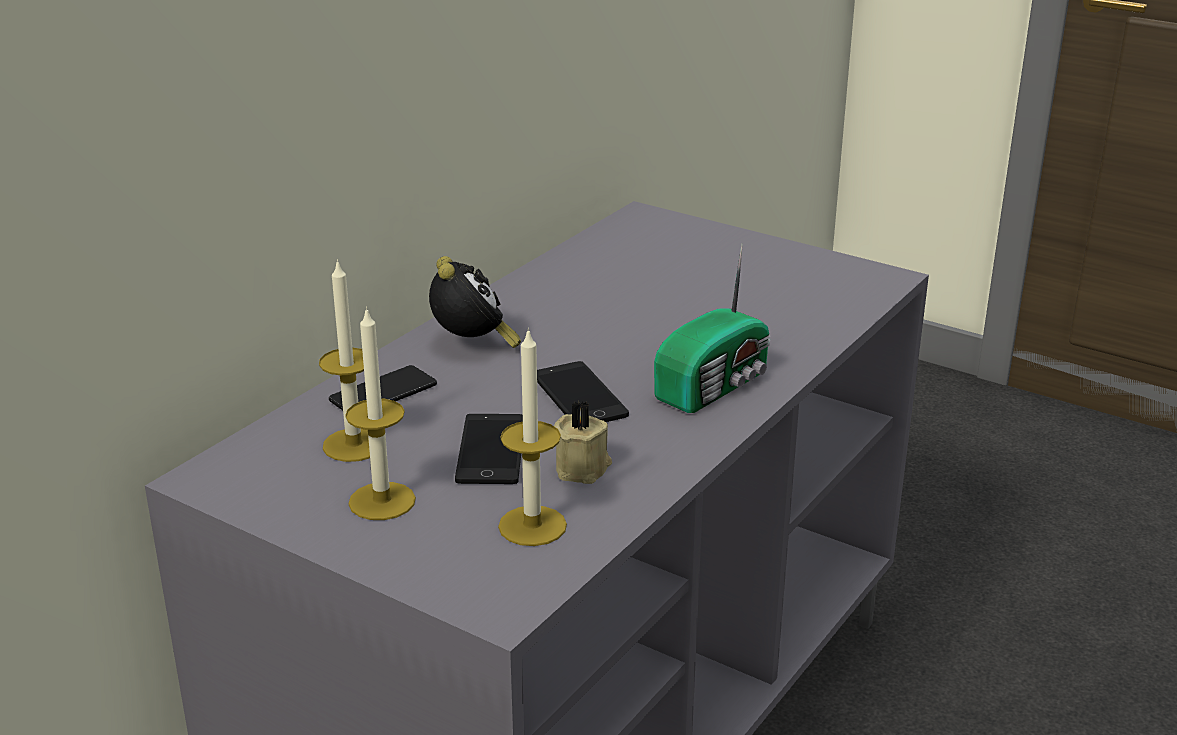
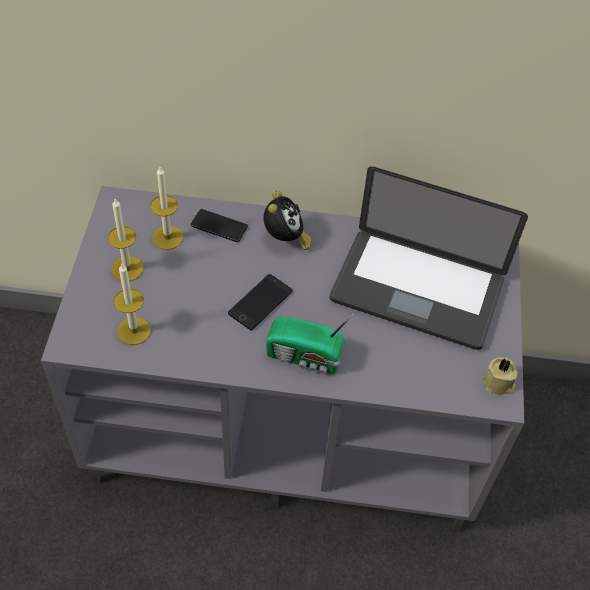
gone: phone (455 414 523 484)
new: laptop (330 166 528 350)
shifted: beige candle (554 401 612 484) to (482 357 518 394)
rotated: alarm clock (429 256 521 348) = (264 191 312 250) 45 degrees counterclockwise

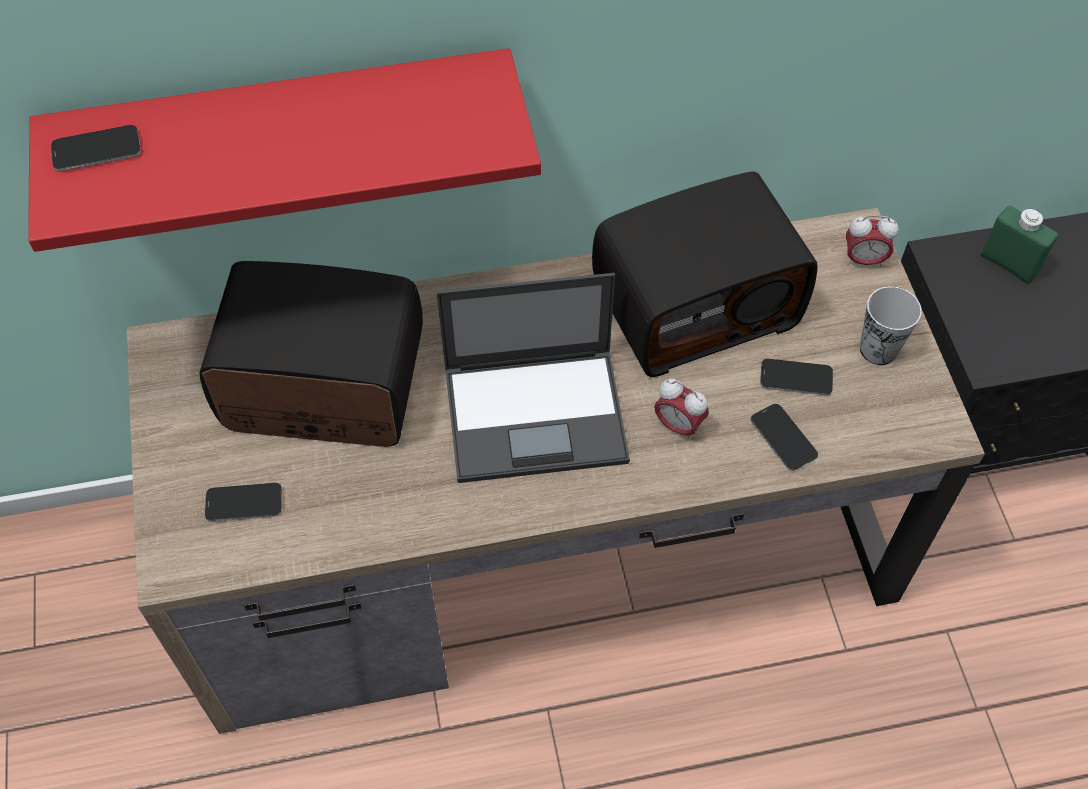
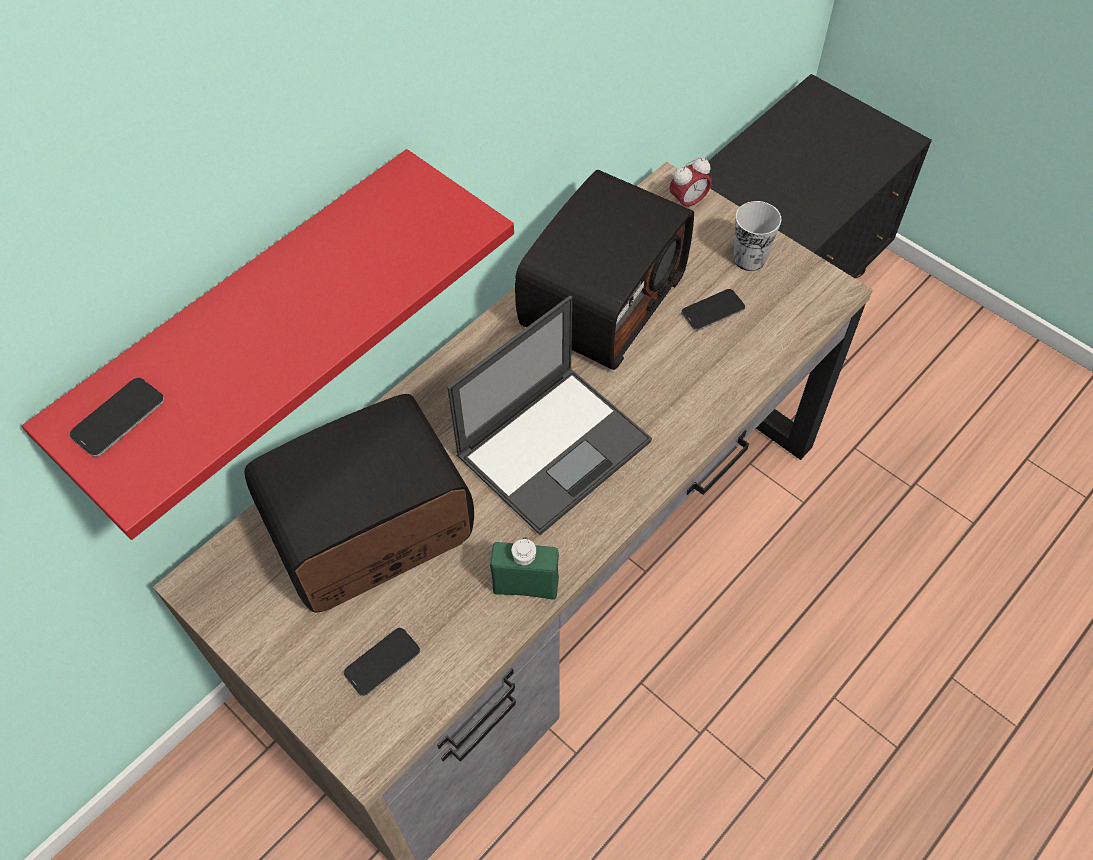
gone: alarm clock (654 378 709 441); phone (750 404 818 471)
shifted: green bottle (981 206 1058 284) to (490 537 559 600)

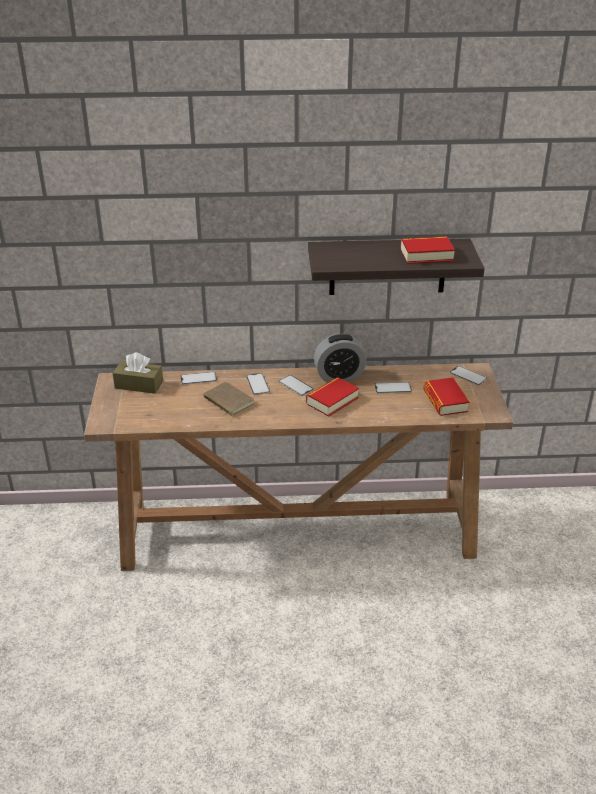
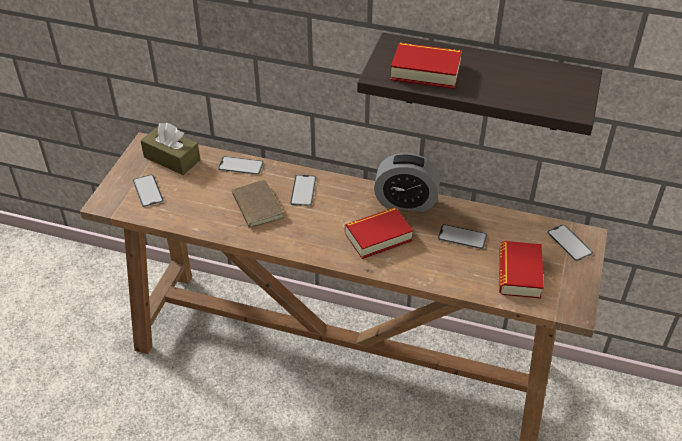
shifted: phone (278 375 314 396) to (133 174 164 207); book (401 236 455 264) to (390 42 462 89)

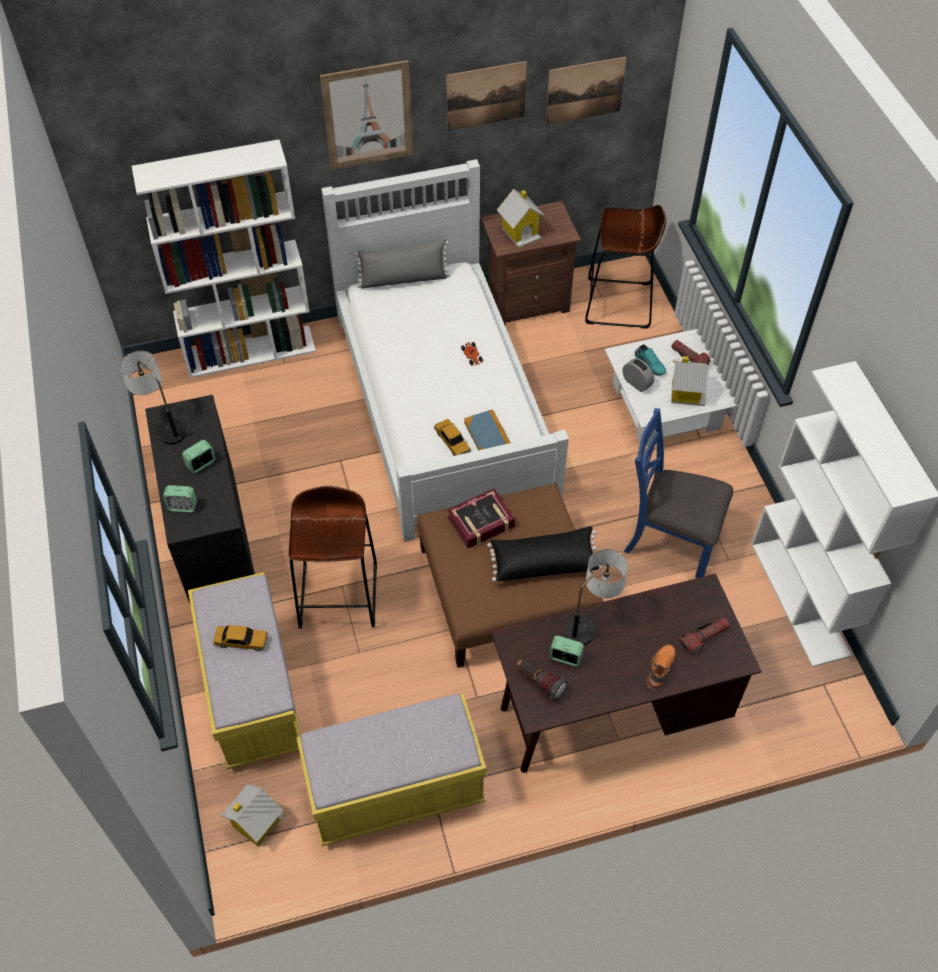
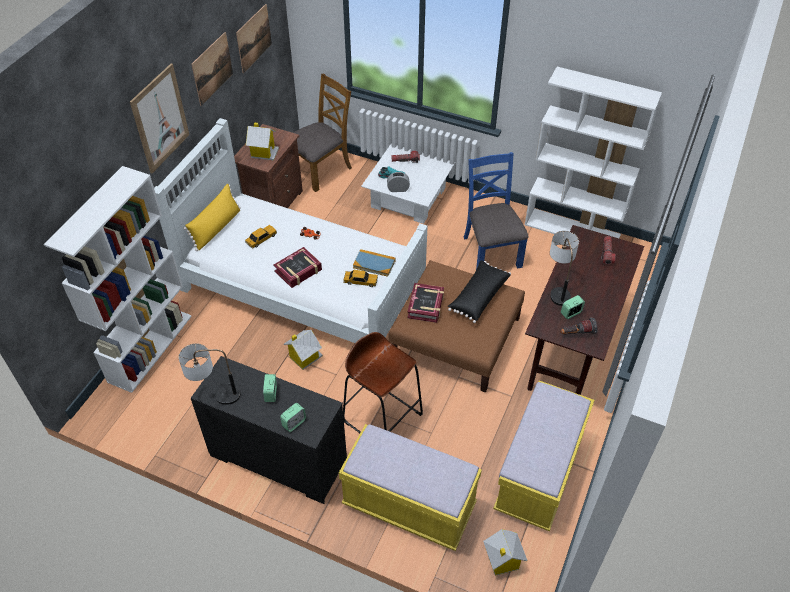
gone: orange shoe (647 644 676 690)
new: book (273 247 322 288)
shifted: toy car (213 625 268 651) to (245 225 277 249); toy house (671 356 709 406) to (284 330 323 370)
swapped: brown stool (585 205 666 329) to brown chair (293 73 352 192)
repainted: grey pillow (354 238 450 289) to yellow pillow (183 184 241 251)
rotated: blue chair (624 408 733 578) = (464 152 529 270) 105 degrees clockwise

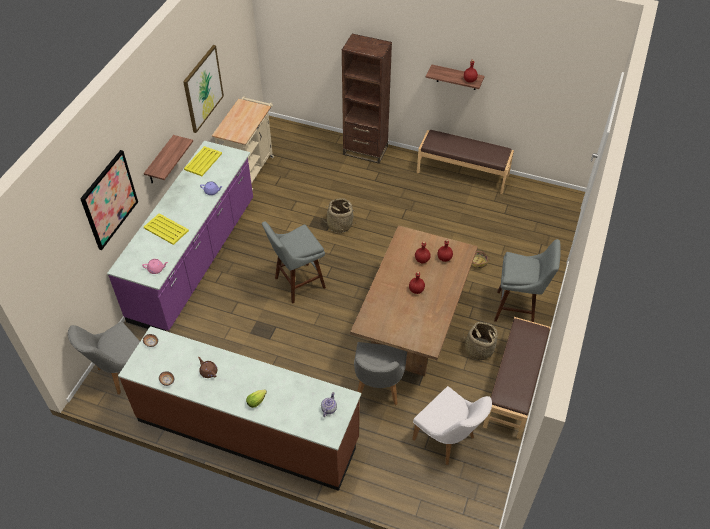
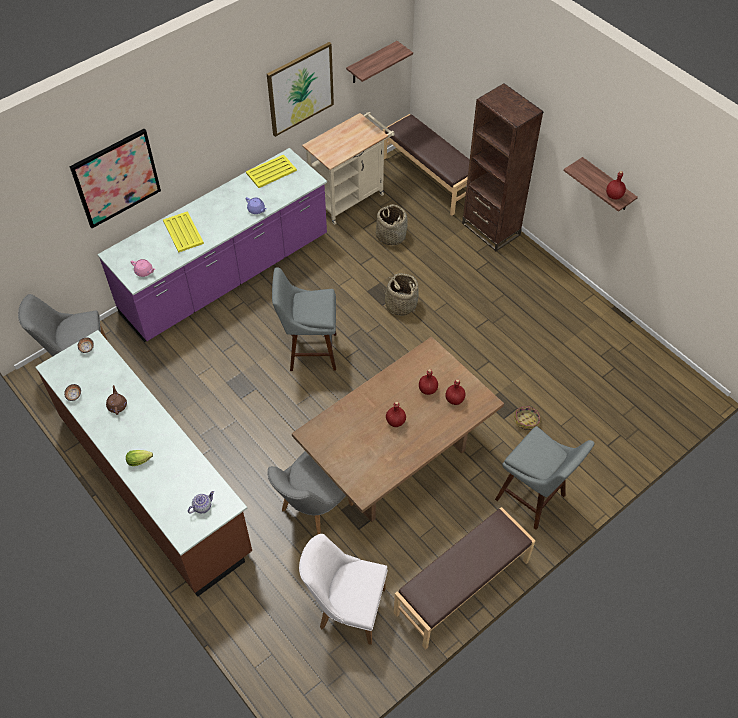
shifted: shelf (144 135 193 183) to (346 41 413 83); brown bench (417 130 514 194) to (383 114 470 216); basket (463 322 498 360) to (376 204 408 245)
rotated: white chair (412 386 492 465) = (299 534 388 645) 120 degrees clockwise

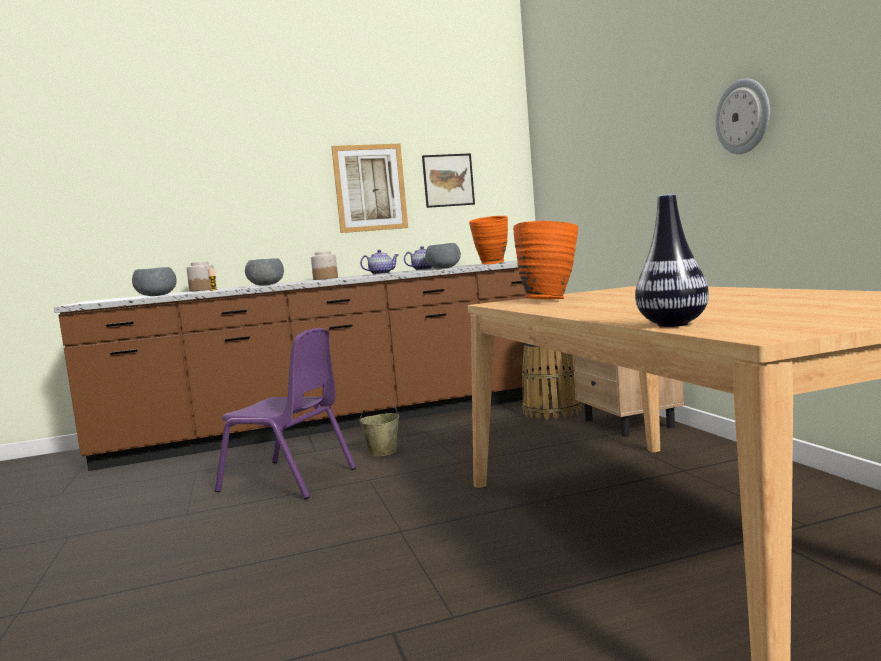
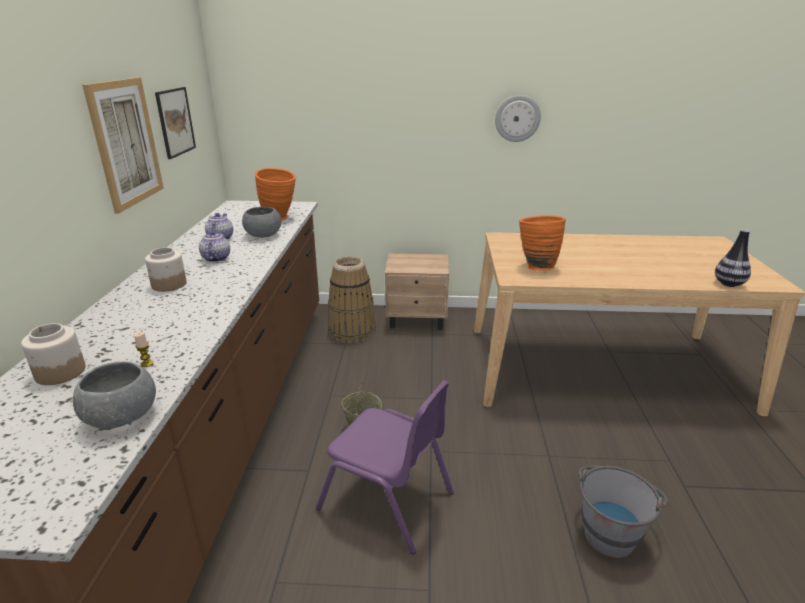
gone: grey bowl (245 258 284 286)
new: grey bucket (578 466 668 558)
rotated: purple chair (215 328 356 499) = (316 380 454 554) 75 degrees clockwise

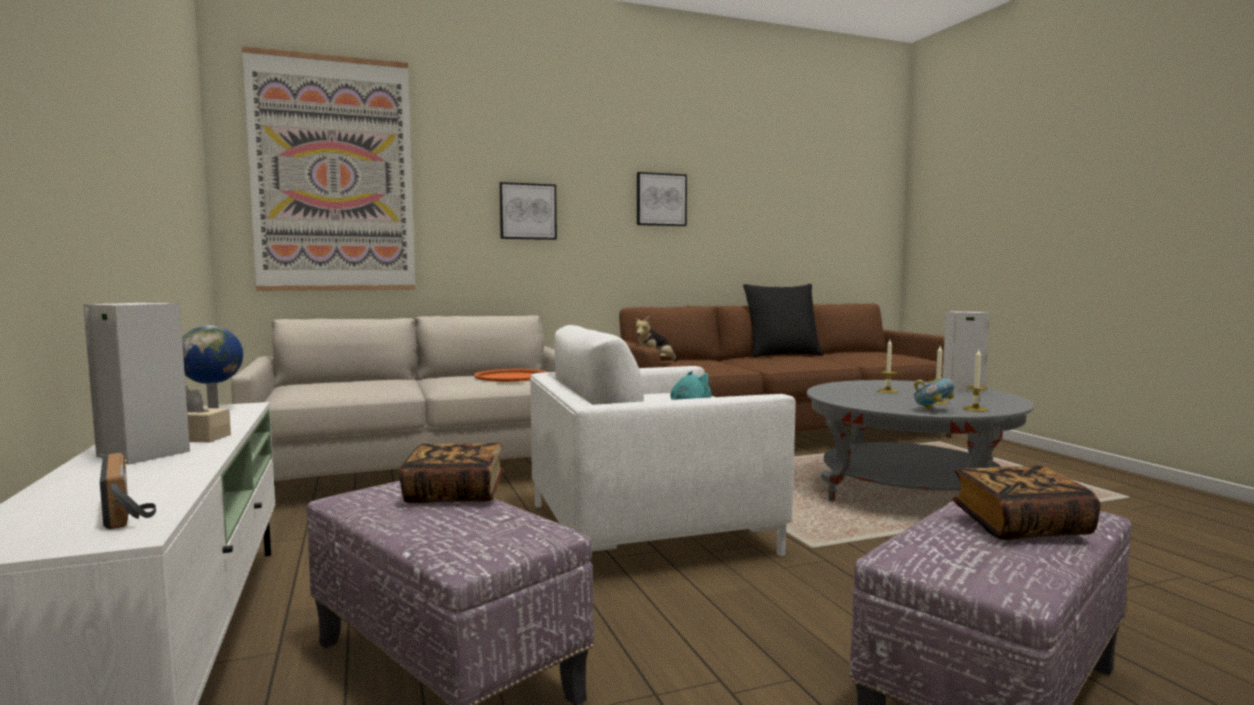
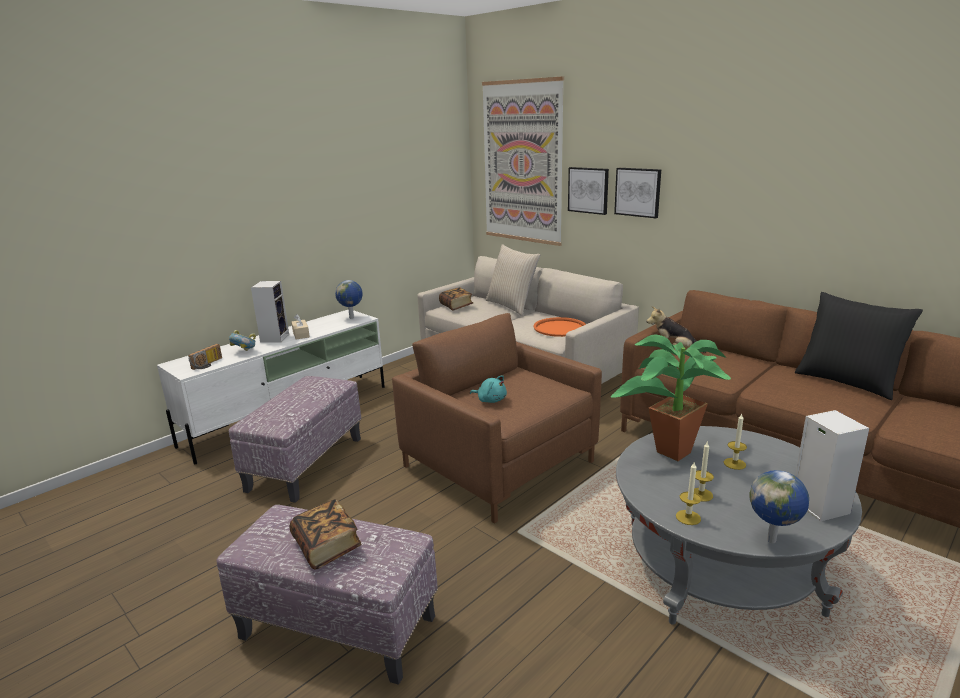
new: beige pillow (486 244 540 316); potted plant (611 334 731 461); globe (749 470 809 543)
shifted: book (400 443 504 503) to (439 288 473 311); picture (637 172 687 226) to (568 167 609 215); bowl (914 377 954 410) to (229 330 256 351)
repainted: white armchair (530 325 796 556) to brown armchair (392 313 602 523)

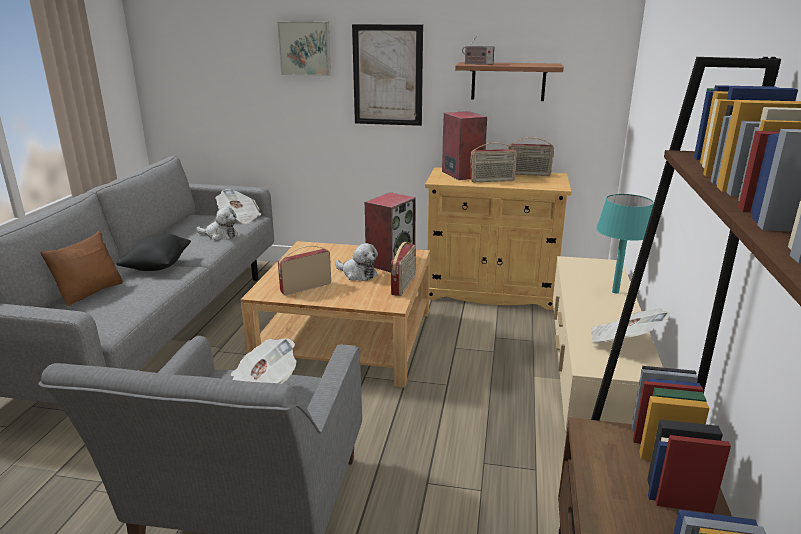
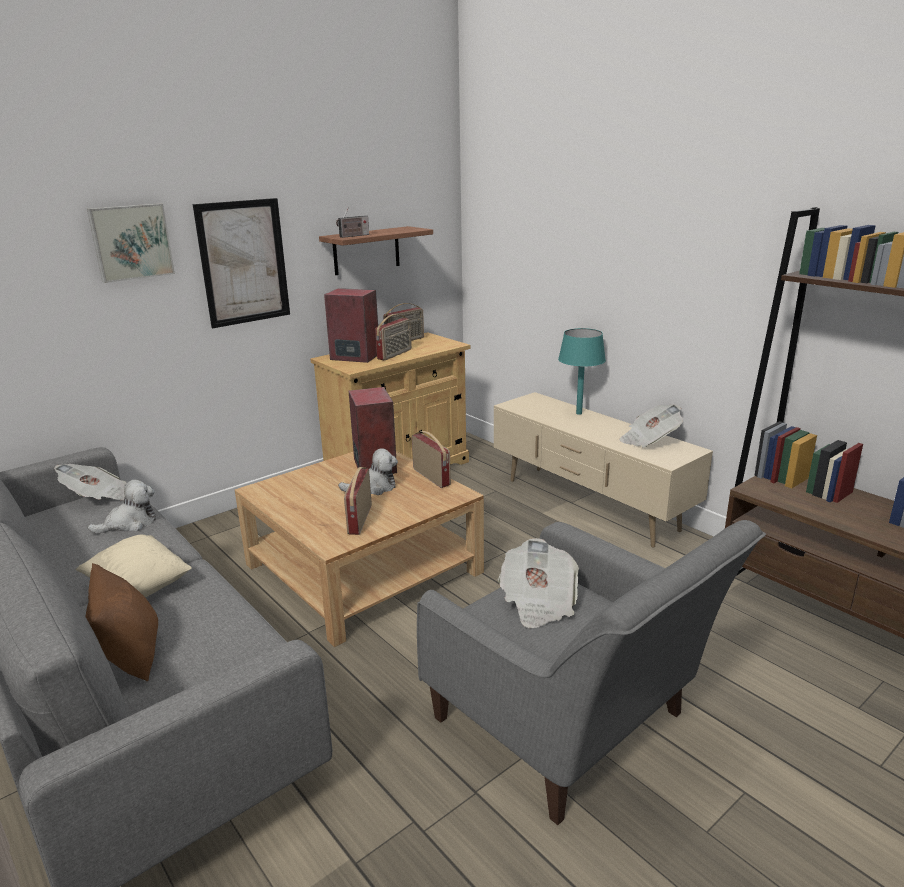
repainted: black pillow (116 234 191 271) to beige pillow (76 534 192 598)

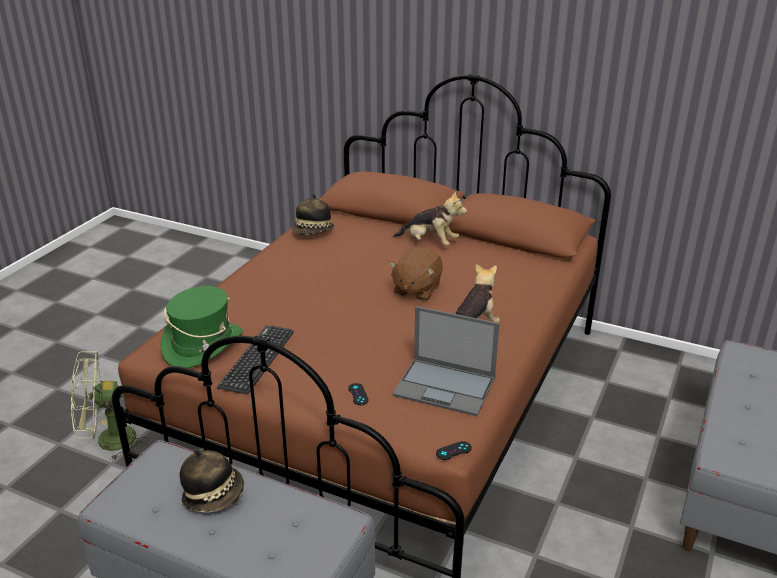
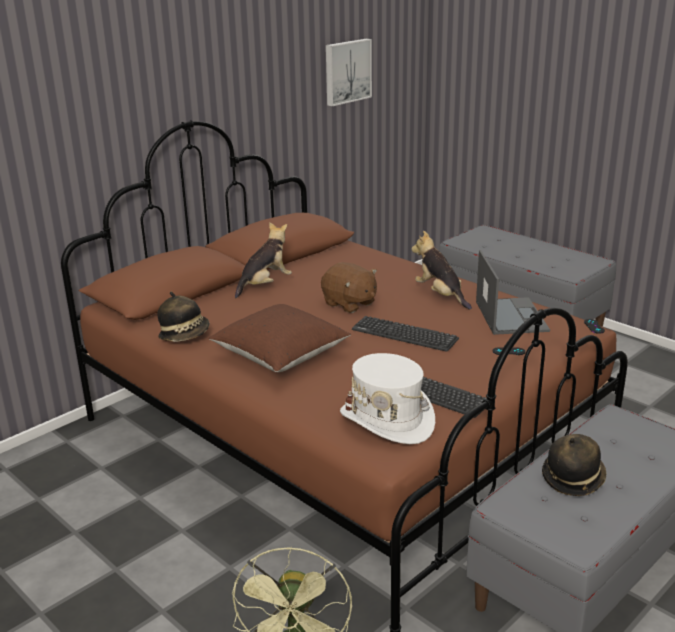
new: brown pillow (209 304 351 372); picture (326 38 372 106); keyboard (352 316 459 352)
repainted: green hat (161 286 243 368) to white hat (340 353 435 444)
rotated: laptop (393 306 499 416) = (476 250 550 335) 45 degrees counterclockwise

